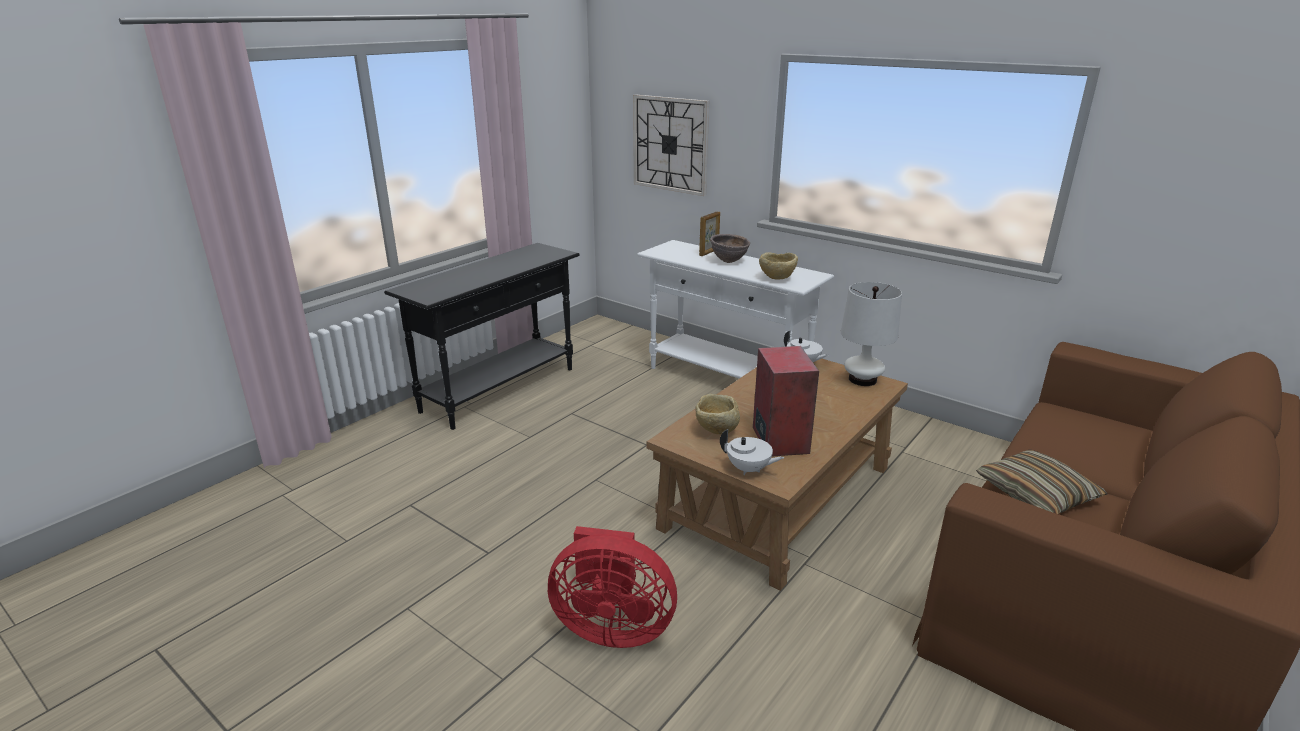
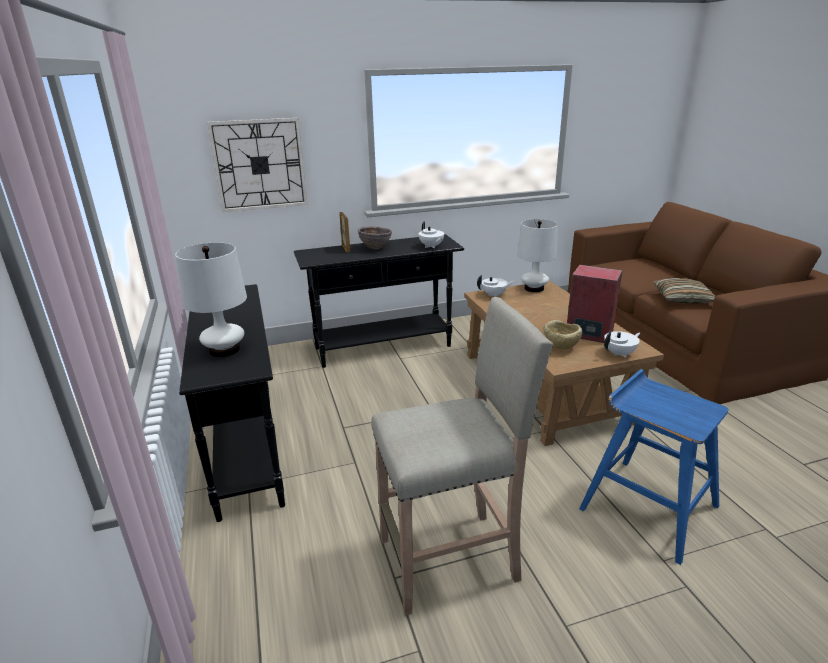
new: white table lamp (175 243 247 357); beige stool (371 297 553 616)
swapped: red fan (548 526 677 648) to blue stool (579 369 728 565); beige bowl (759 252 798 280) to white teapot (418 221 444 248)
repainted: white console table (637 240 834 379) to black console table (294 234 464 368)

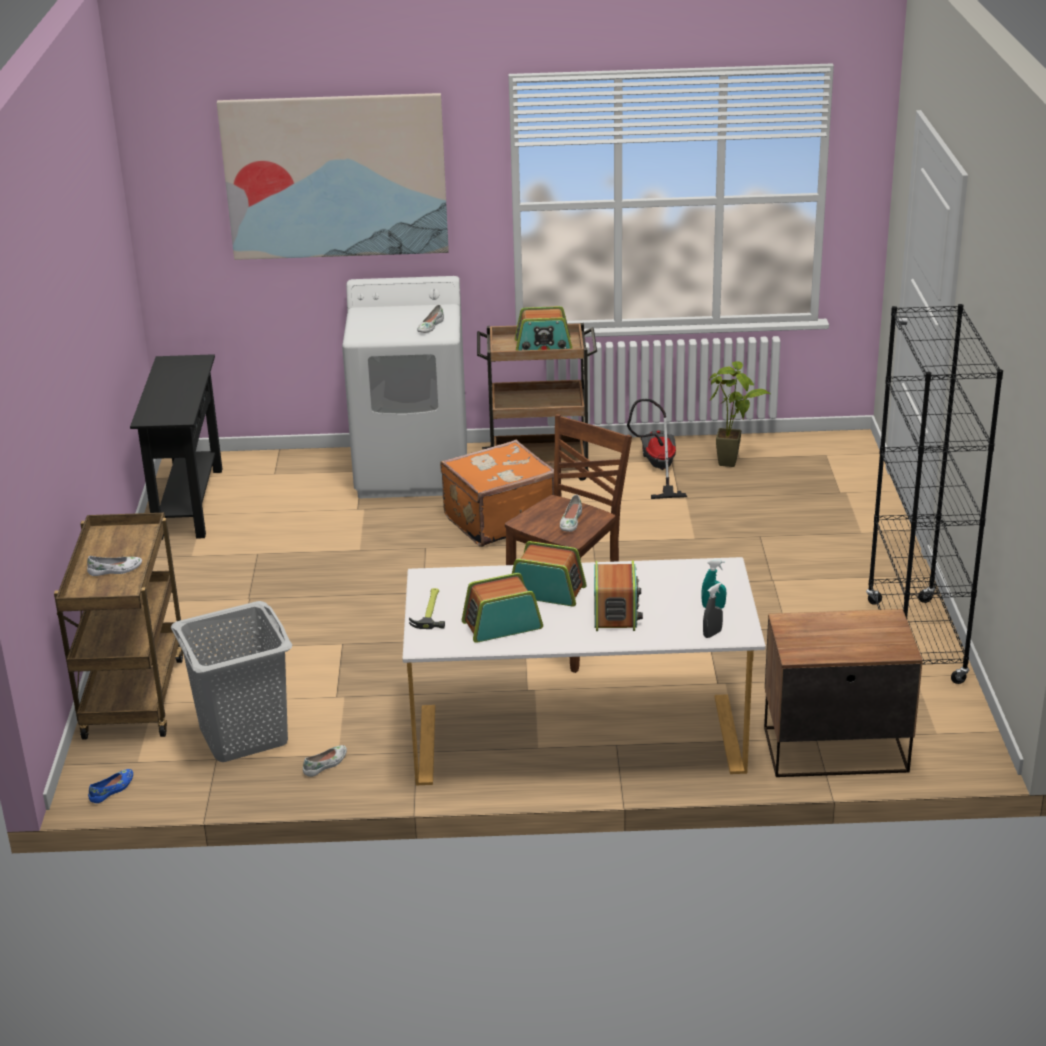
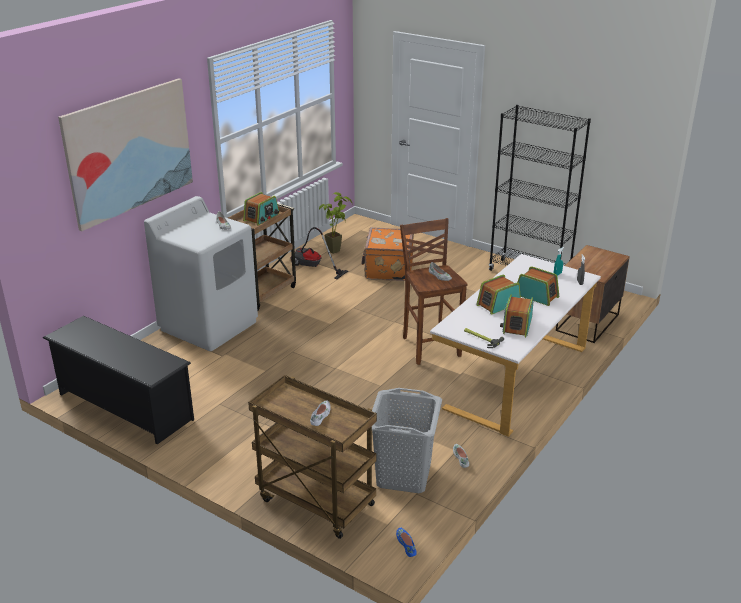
shifted: orange suitcase (440 440 554 547) to (361 227 414 281)
swapped: black console table (130 354 222 540) to black shoe rack (43 316 194 444)

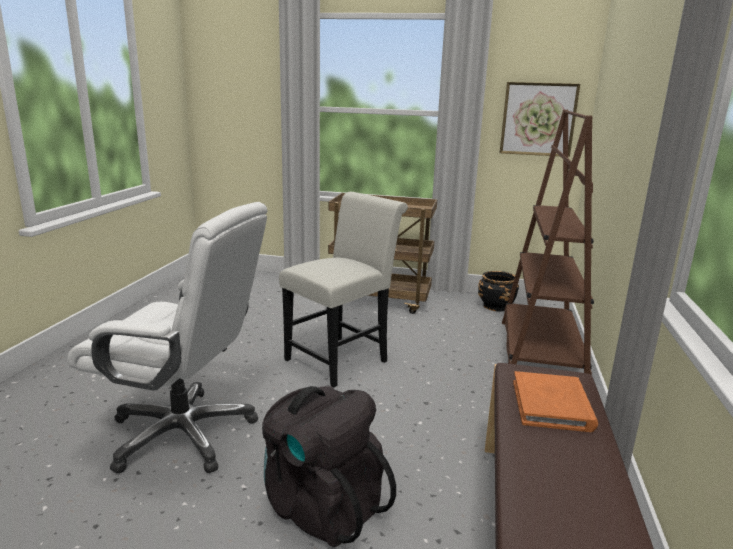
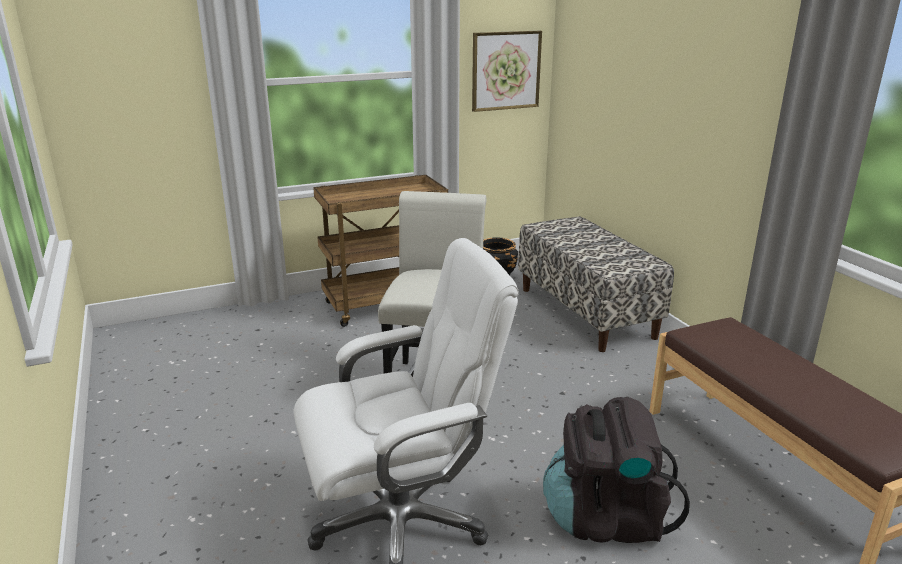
gone: orange book (513 371 598 432)
swapped: brown bookcase (502 110 594 375) to bench (518 216 674 352)

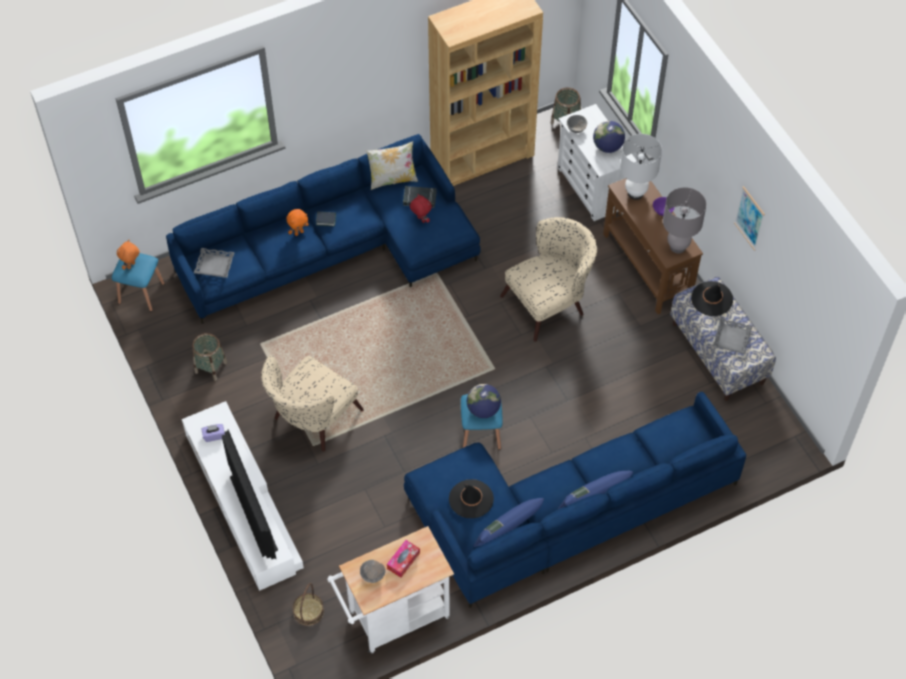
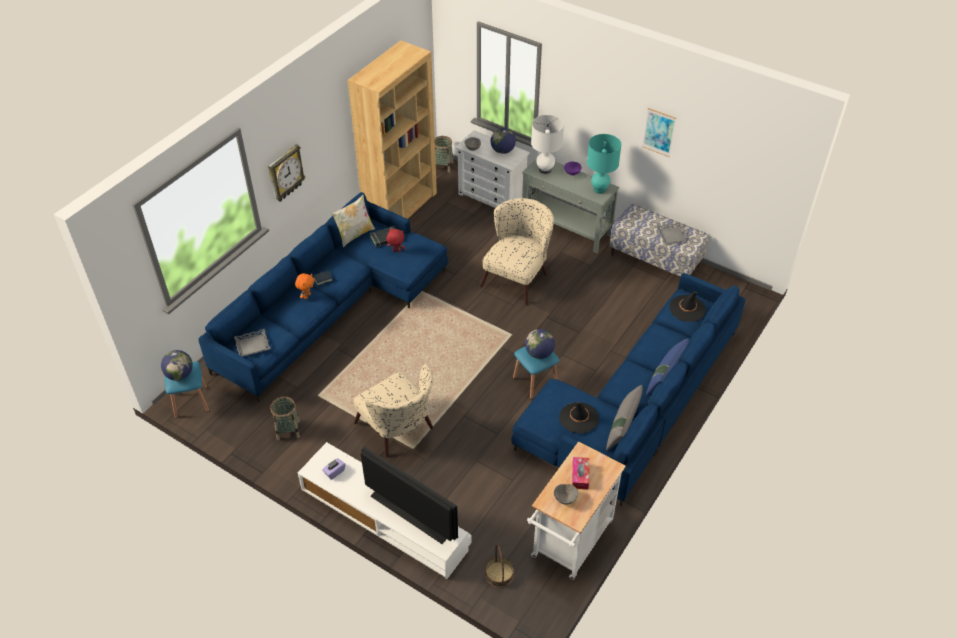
new: wall clock (268 144 305 202)
shifted: black hat (691 281 733 316) to (670 291 706 322)
swapped: orange plush toy (117 240 139 270) to globe (161 350 193 381)
repainted: blue pillow (474 498 544 547) to grey pillow (606 385 643 451); brown console table (603 178 703 314) to grey console table (522 158 619 253); grey table lamp (663 187 707 253) to turquoise table lamp (587 134 621 194)
rotated: beige armchair (261 355 364 451) = (354 364 433 457) 45 degrees counterclockwise

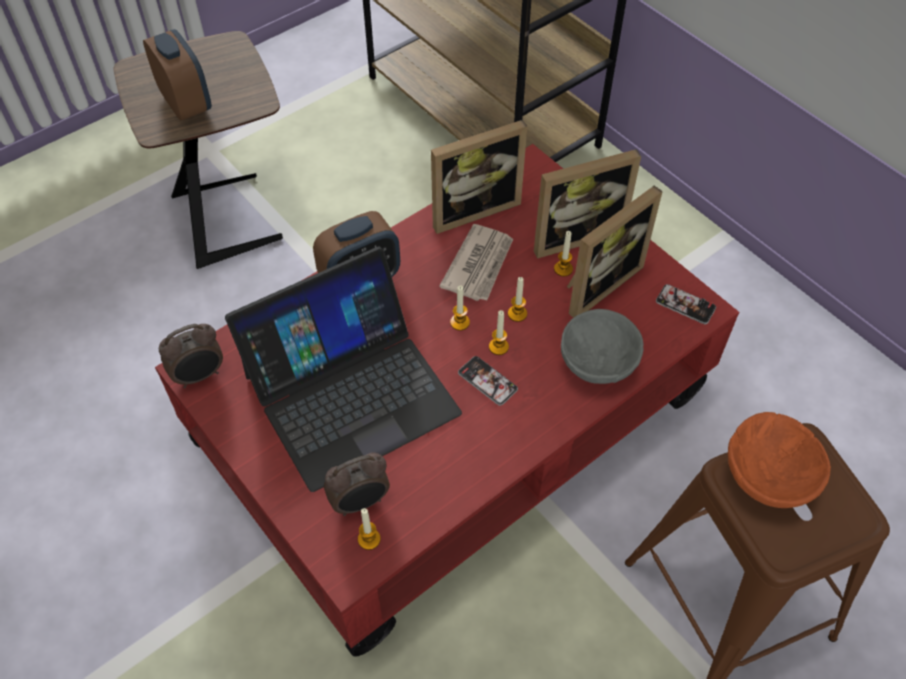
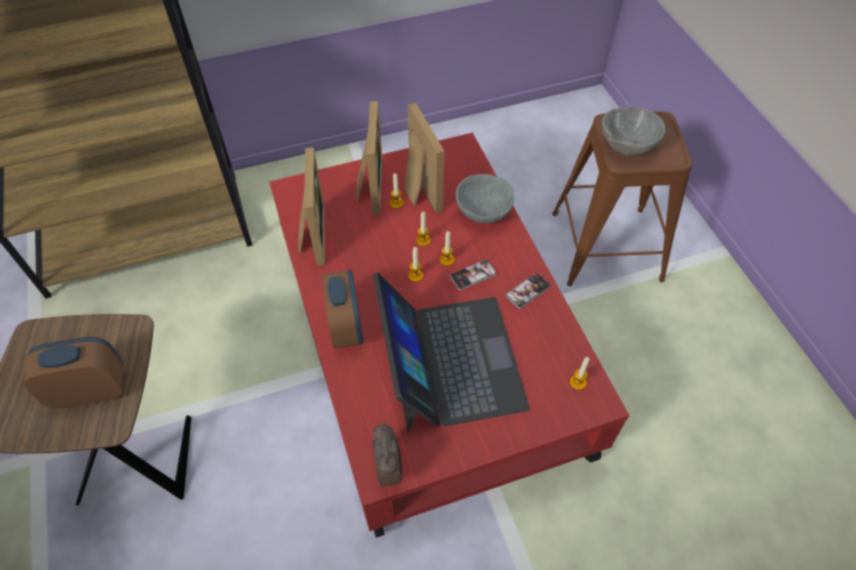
gone: alarm clock (324 453 390 516); newspaper (439 224 513 301)
shifted: phone (656 284 716 324) to (506 273 551 309)
repainted: orange bowl (728 412 831 508) to grey bowl (602 106 666 155)

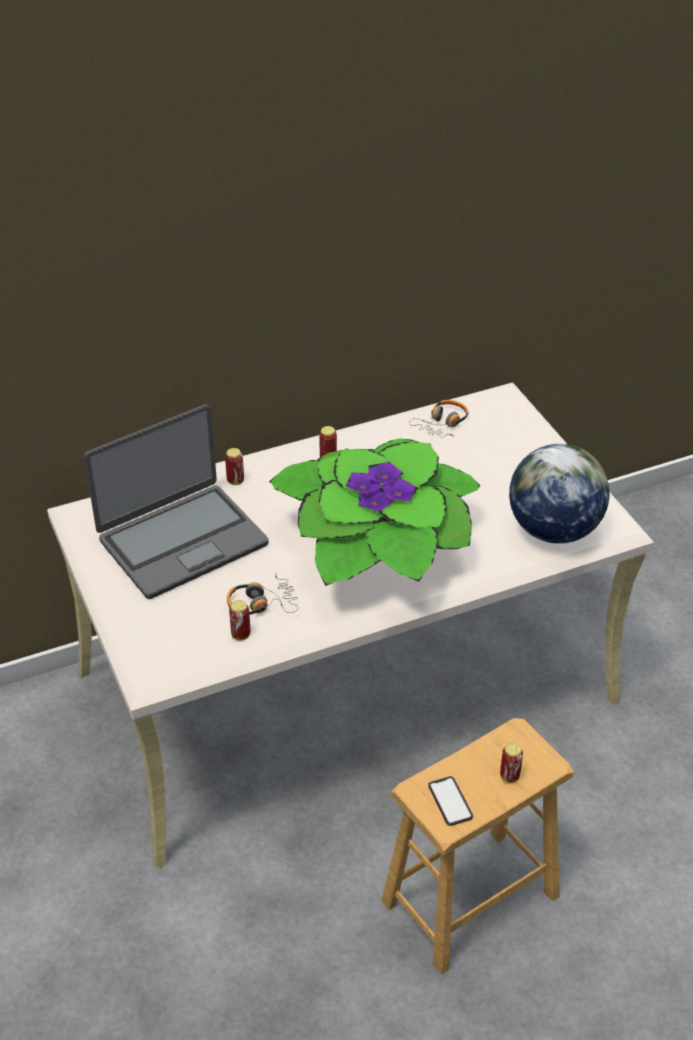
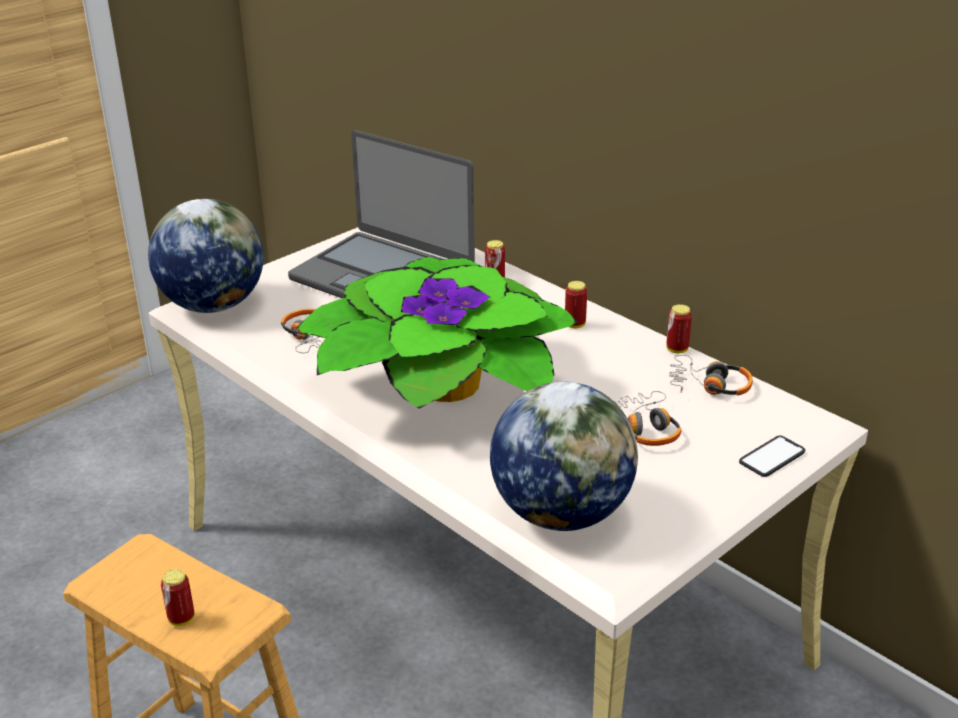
new: globe (148 199 263 313); headphones (614 391 681 446)
shifted: can (229 600 251 641) to (666 304 692 353); phone (428 776 473 826) to (739 435 805 477)

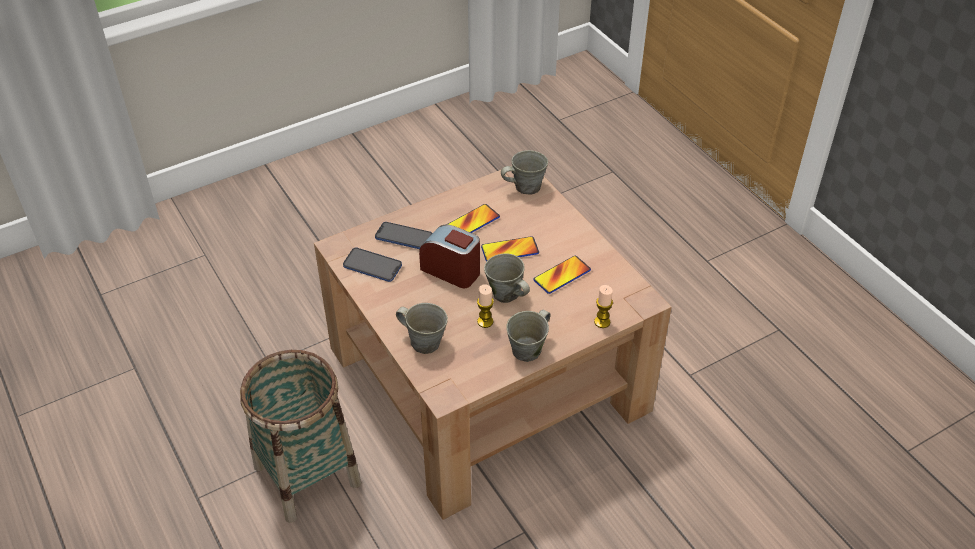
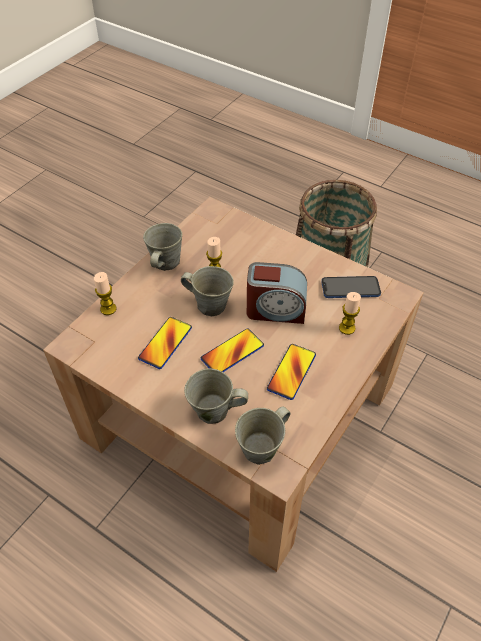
shifted: grey mug (396 303 448 354) to (184 368 248 424)
swapped: phone (375 222 432 249) to candle (339 292 361 335)

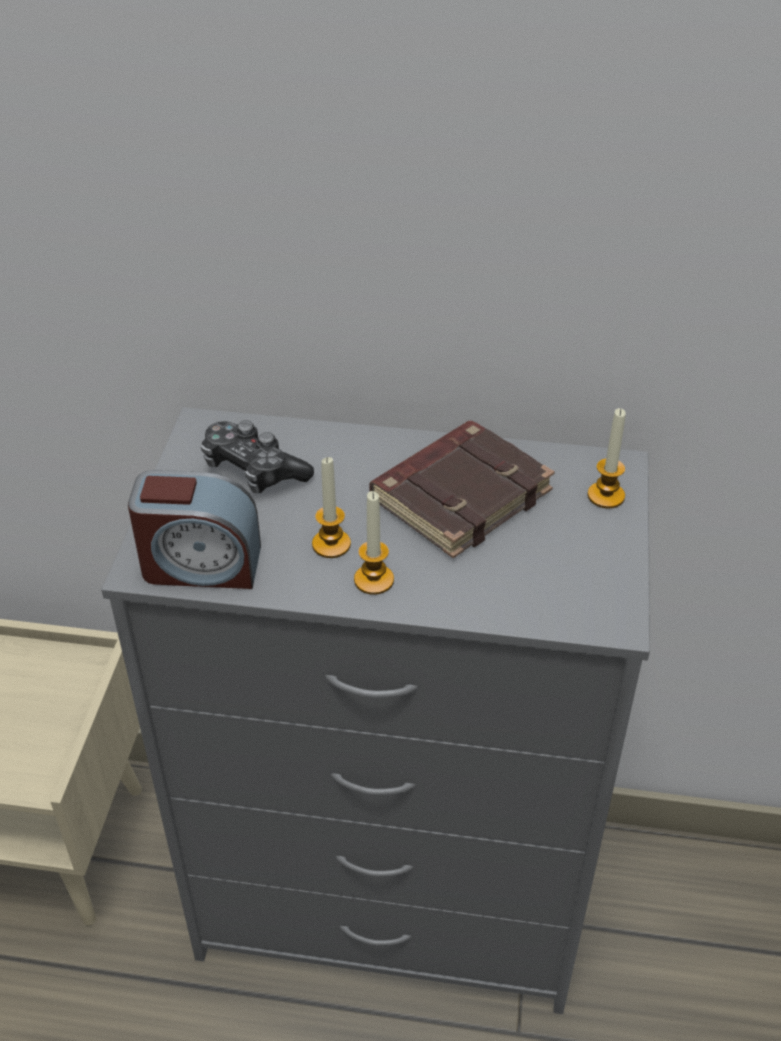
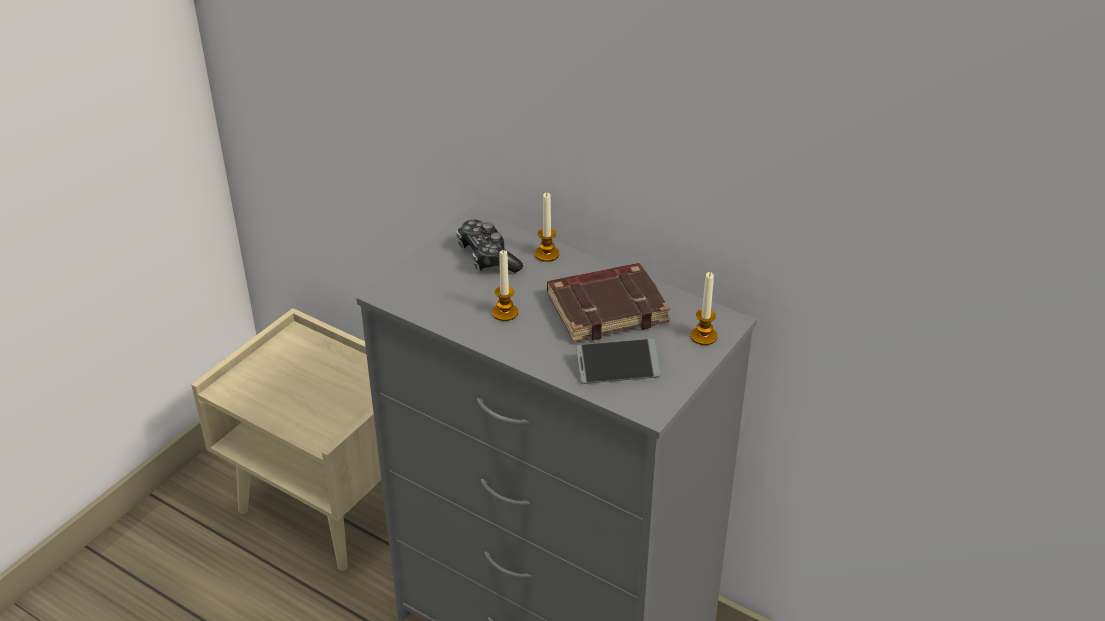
gone: alarm clock (128 470 261 589)
new: phone (576 339 661 384)
shifted: candle (354 491 394 595) to (535 193 559 262)

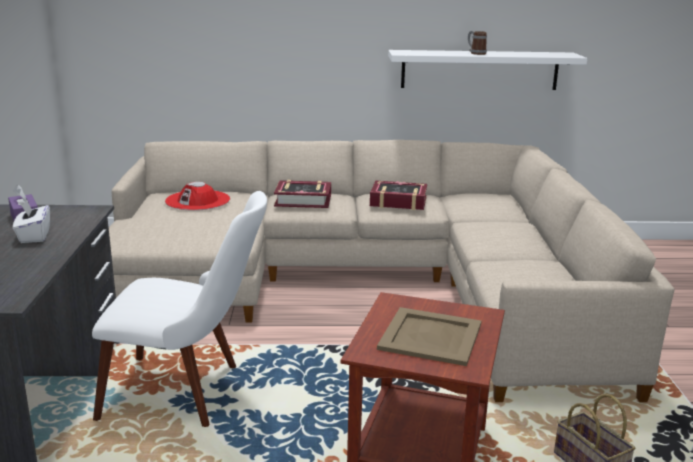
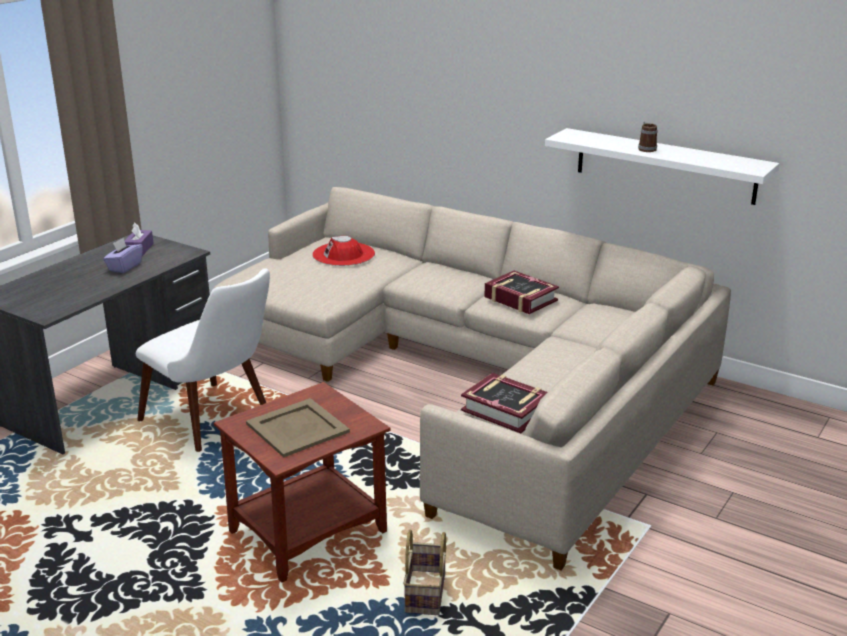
shifted: book (274 180 331 208) to (461 373 547 433)
repainted: white tissue box (13 199 50 243) to purple tissue box (103 238 143 273)

